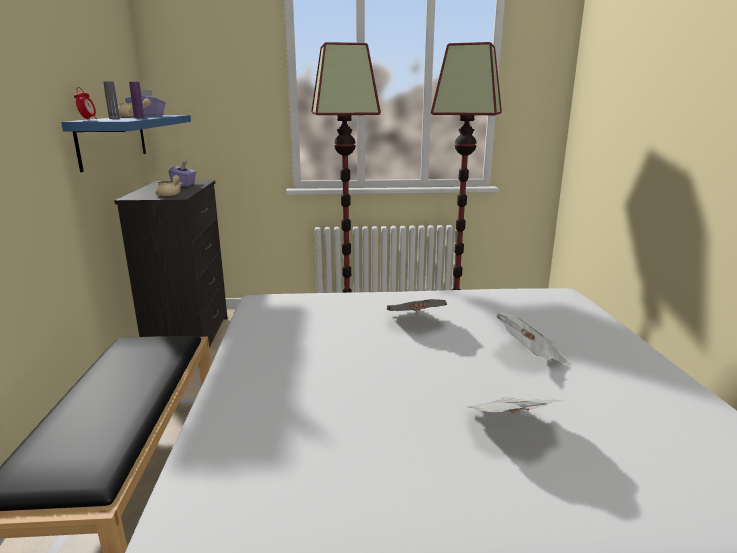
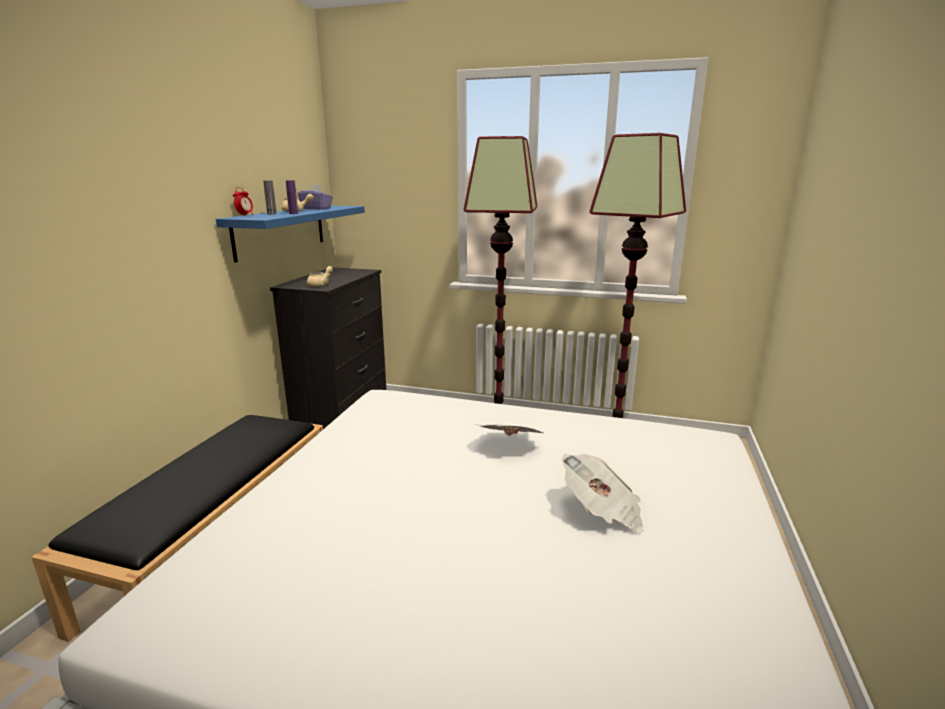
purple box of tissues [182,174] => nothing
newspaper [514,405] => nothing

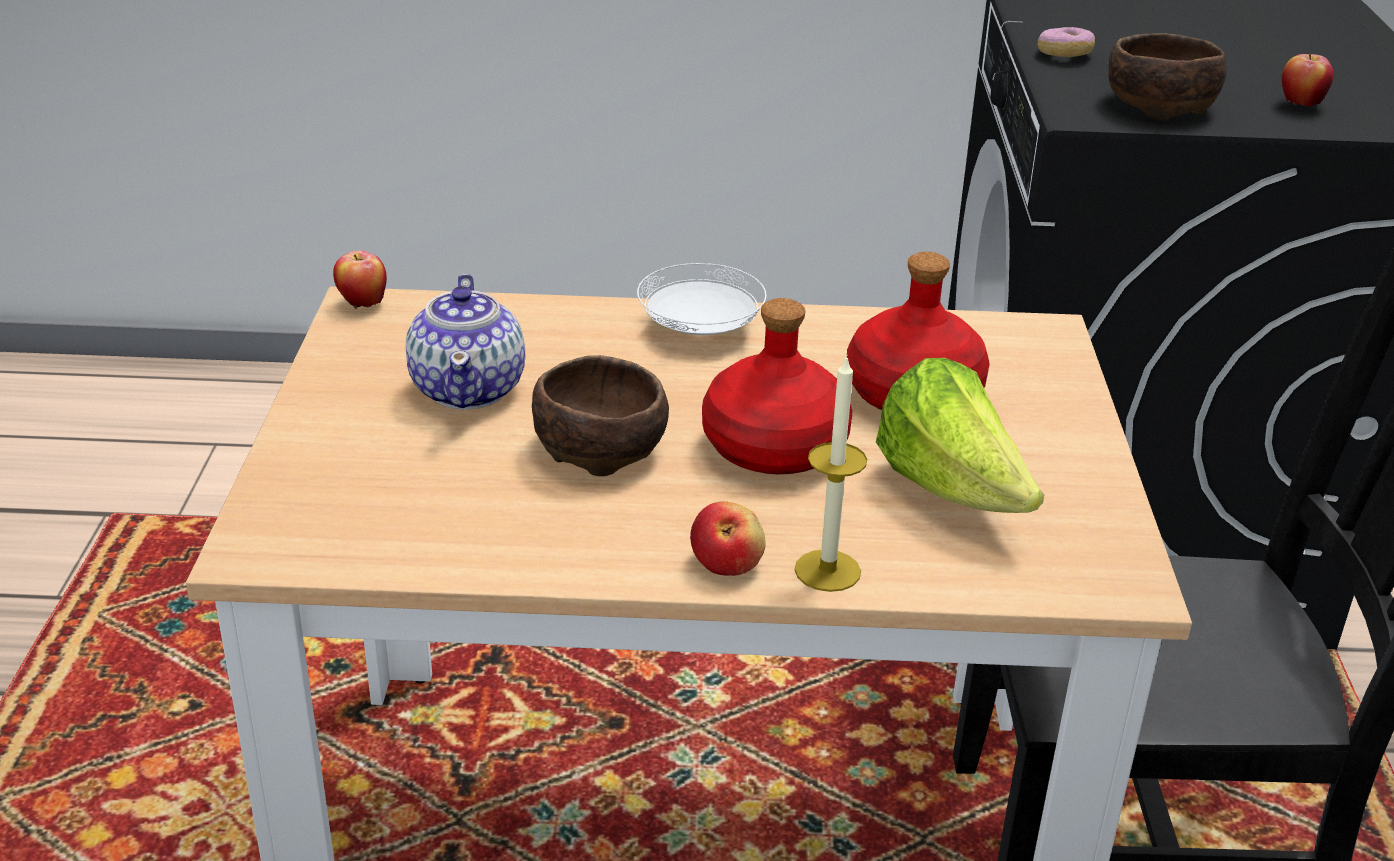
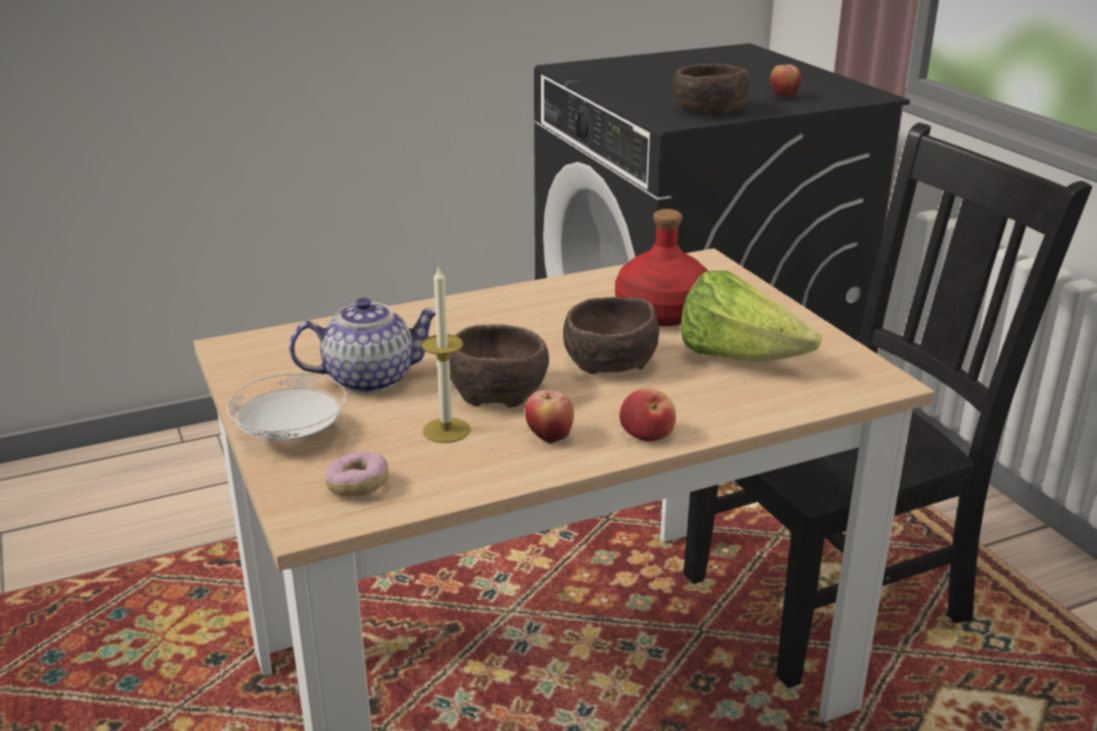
apple [360,280] => apple [549,417], relocated
white dinner plate [702,299] => white dinner plate [287,406], relocated
candle [831,474] => candle [446,354], relocated
ring doughnut [1066,42] => ring doughnut [357,474], relocated
red-coloured beverage bottle [777,386] => brown bowl [611,335]
teapot [465,342] => teapot [362,345], 75 degrees counterclockwise

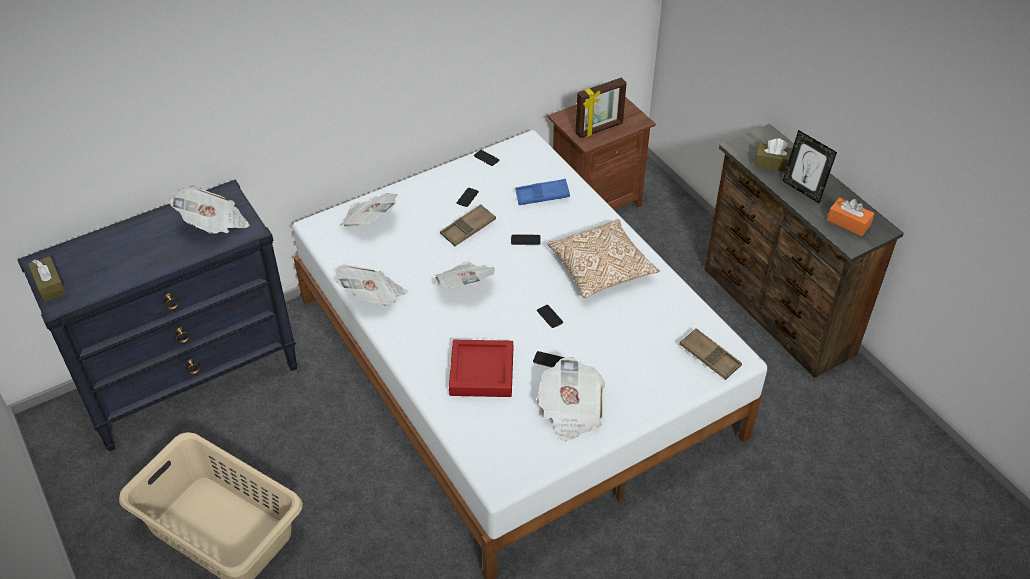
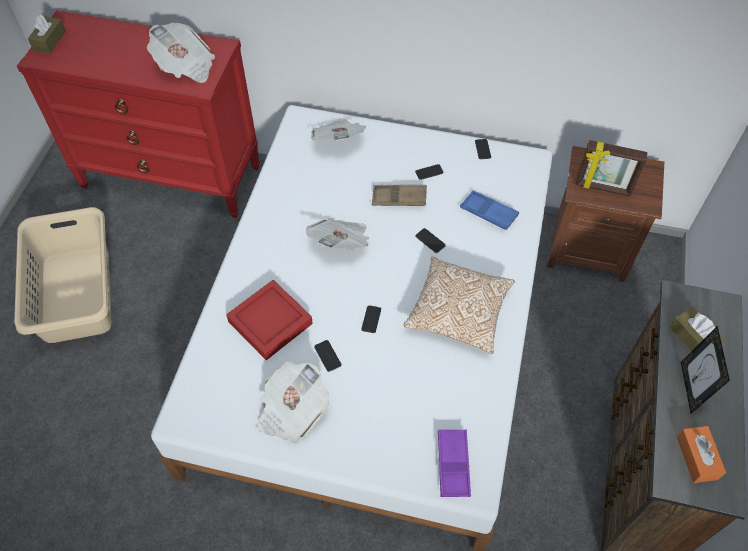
newspaper [372,285] => nothing
black chest of drawers [157,315] => red-coloured chest of drawers [138,114]
brown tray [711,354] => purple tray [454,463]

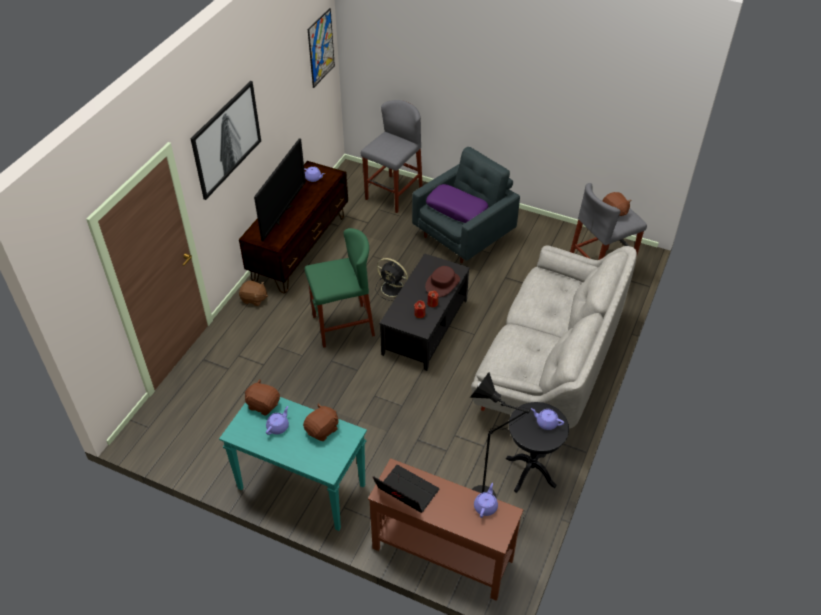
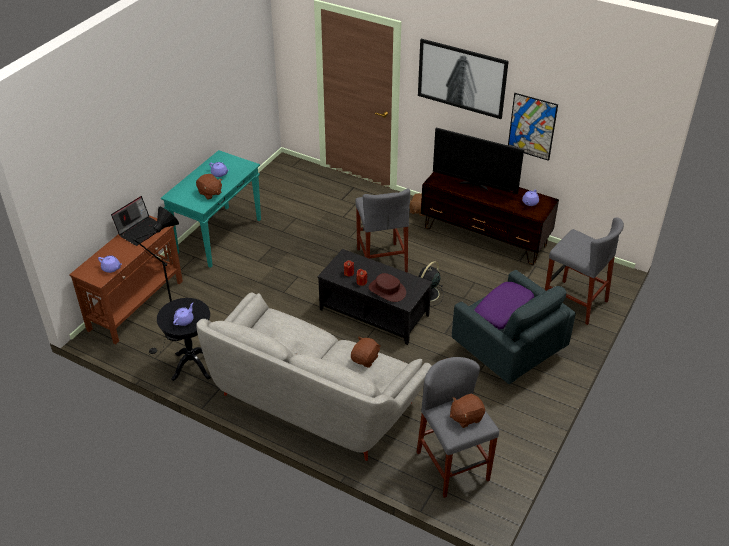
brown cuddly toy [262,397] => brown cuddly toy [366,352], relocated
picture [321,48] => picture [533,127], relocated
greenish stool [340,288] => greyish stool [382,230]

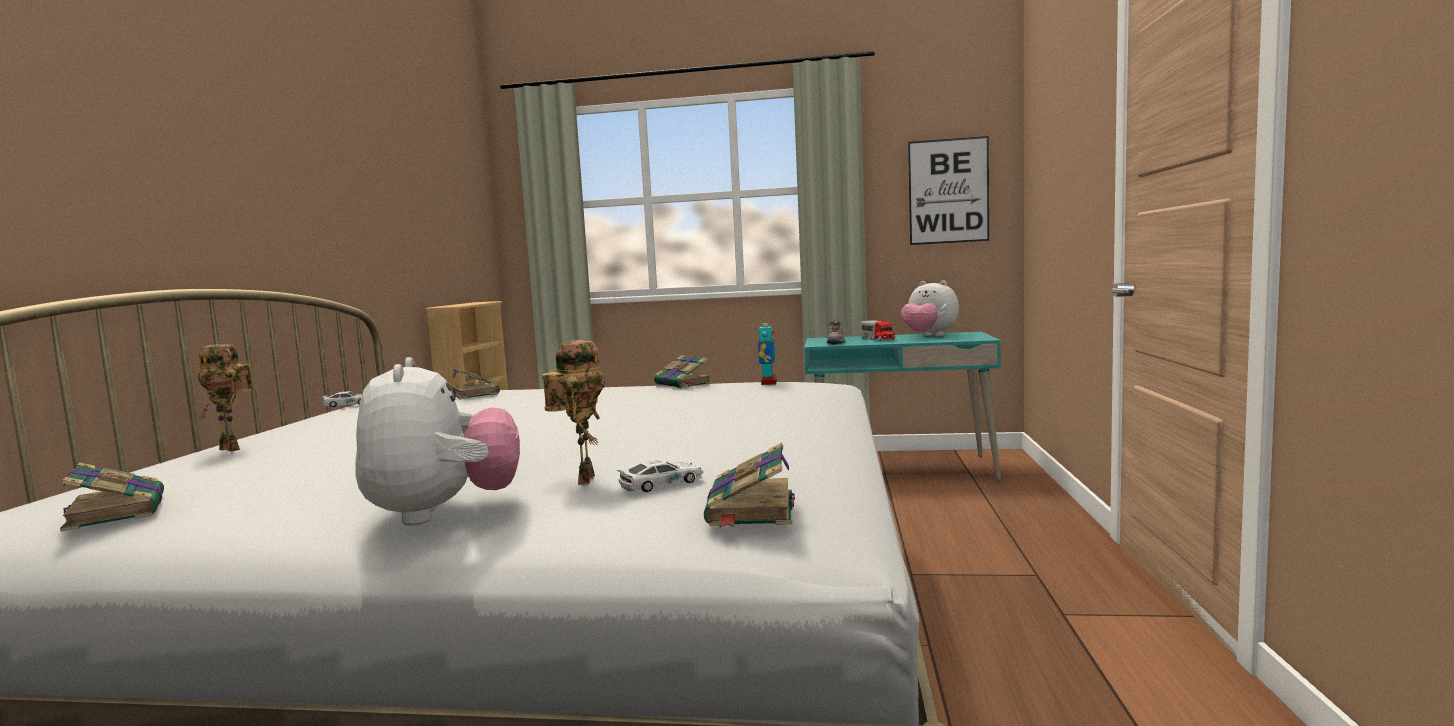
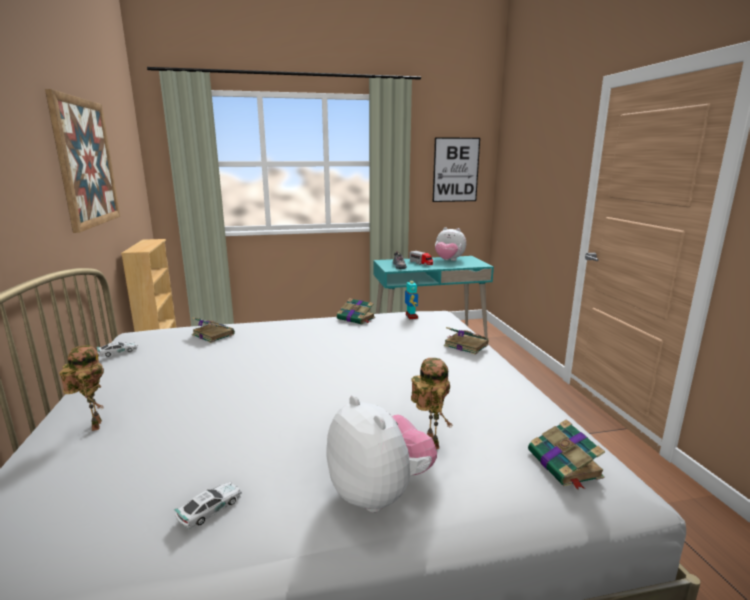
nothing => picture [82,161]
book [112,497] => book [466,341], relocated
model car [660,475] => model car [208,505], relocated
robot figure [225,397] => robot figure [81,388], 120 degrees counterclockwise

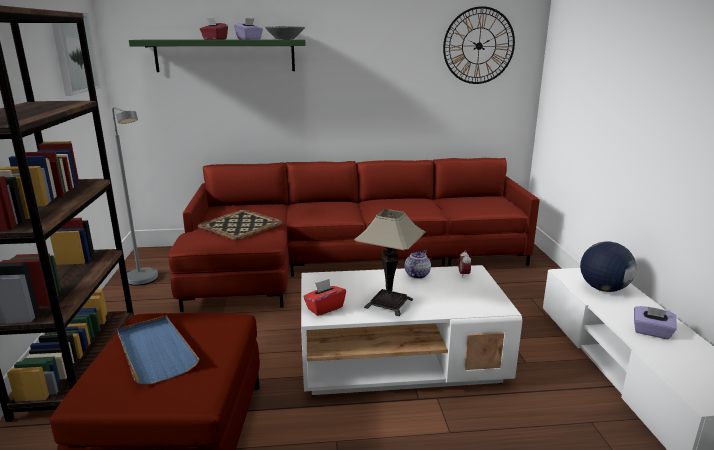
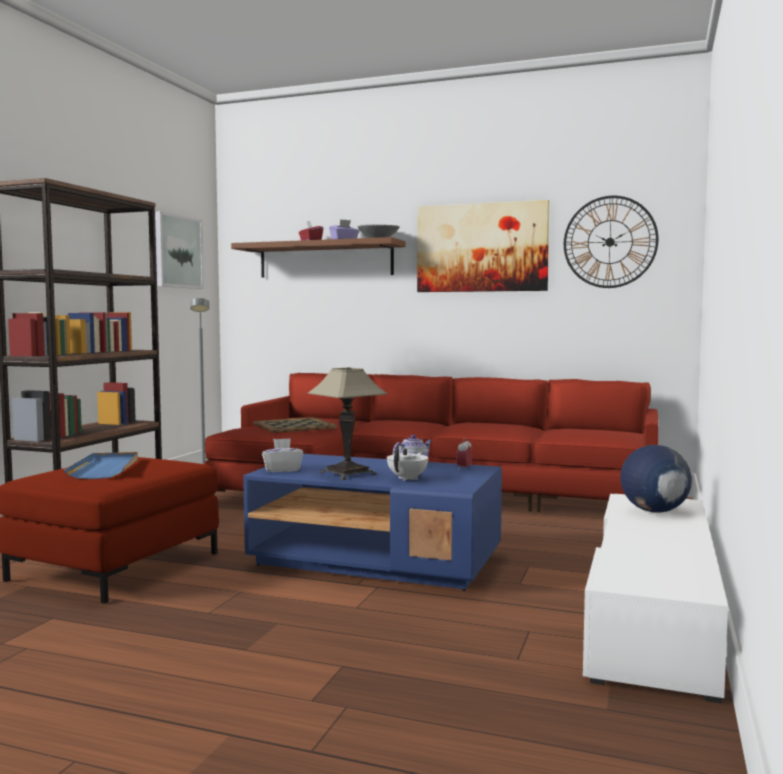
purple box of tissues [655,322] => nothing
nothing => white teapot [407,463]
nothing => picture [483,246]
greenish bracket shelf [217,55] => brown bracket shelf [318,257]
white low table [411,330] => bluish low table [372,522]
red-coloured box of tissues [324,297] => white box of tissues [282,455]

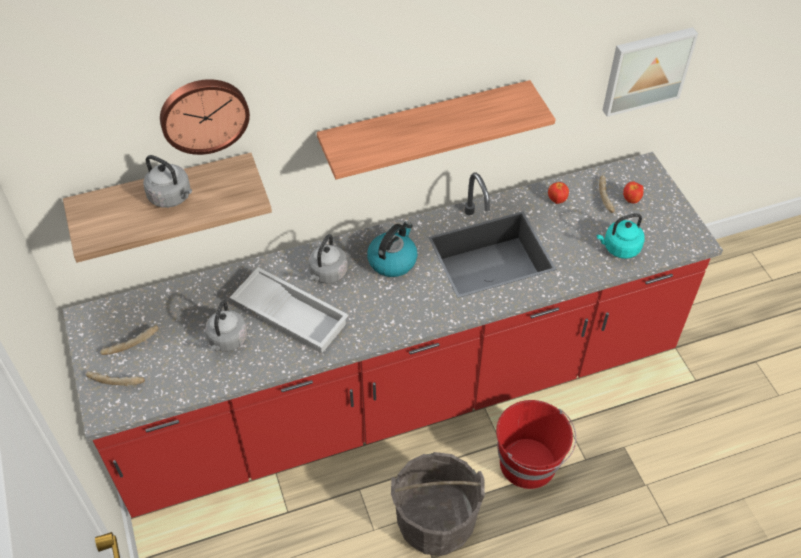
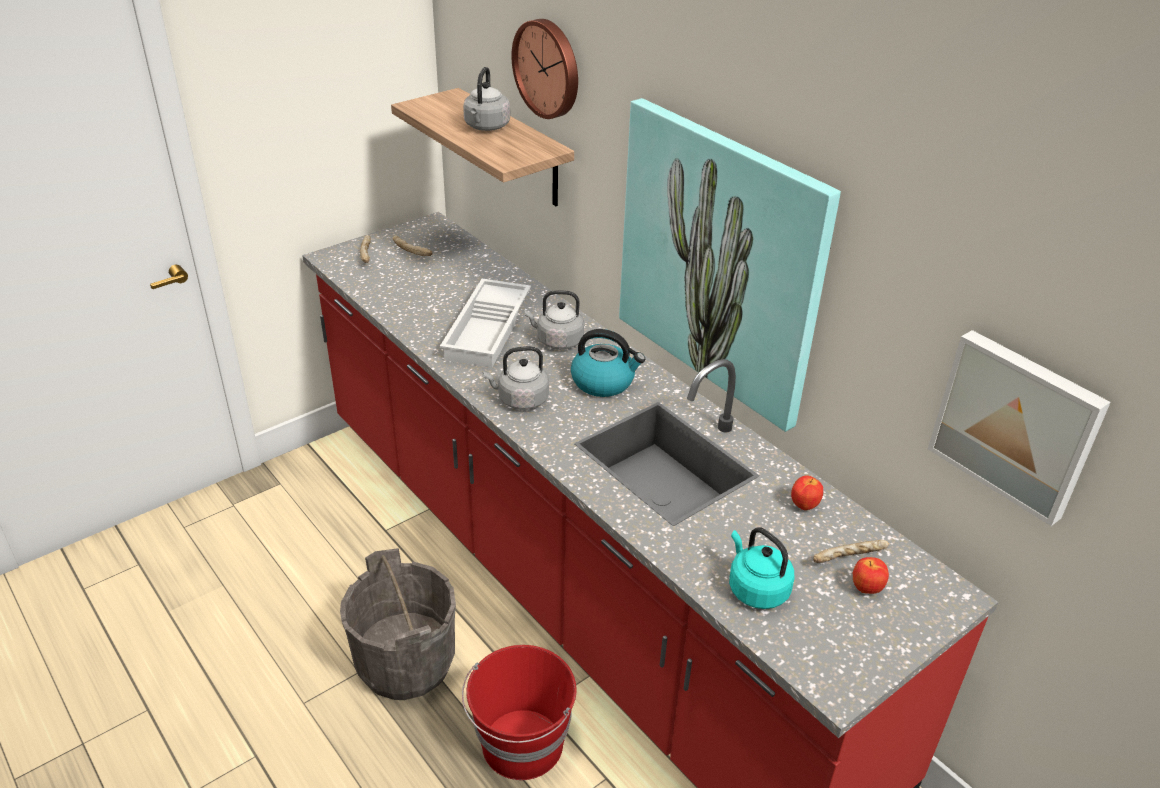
greyish tea kettle [226,326] => greyish tea kettle [516,378], relocated
bracket shelf [436,129] => picture [730,265]

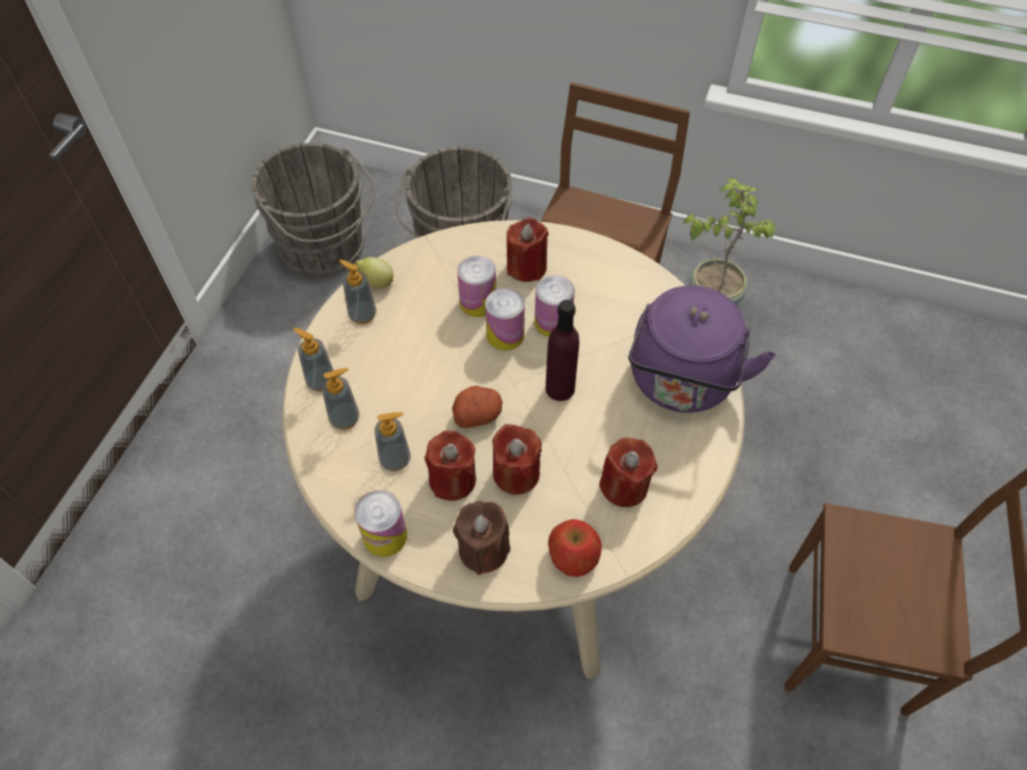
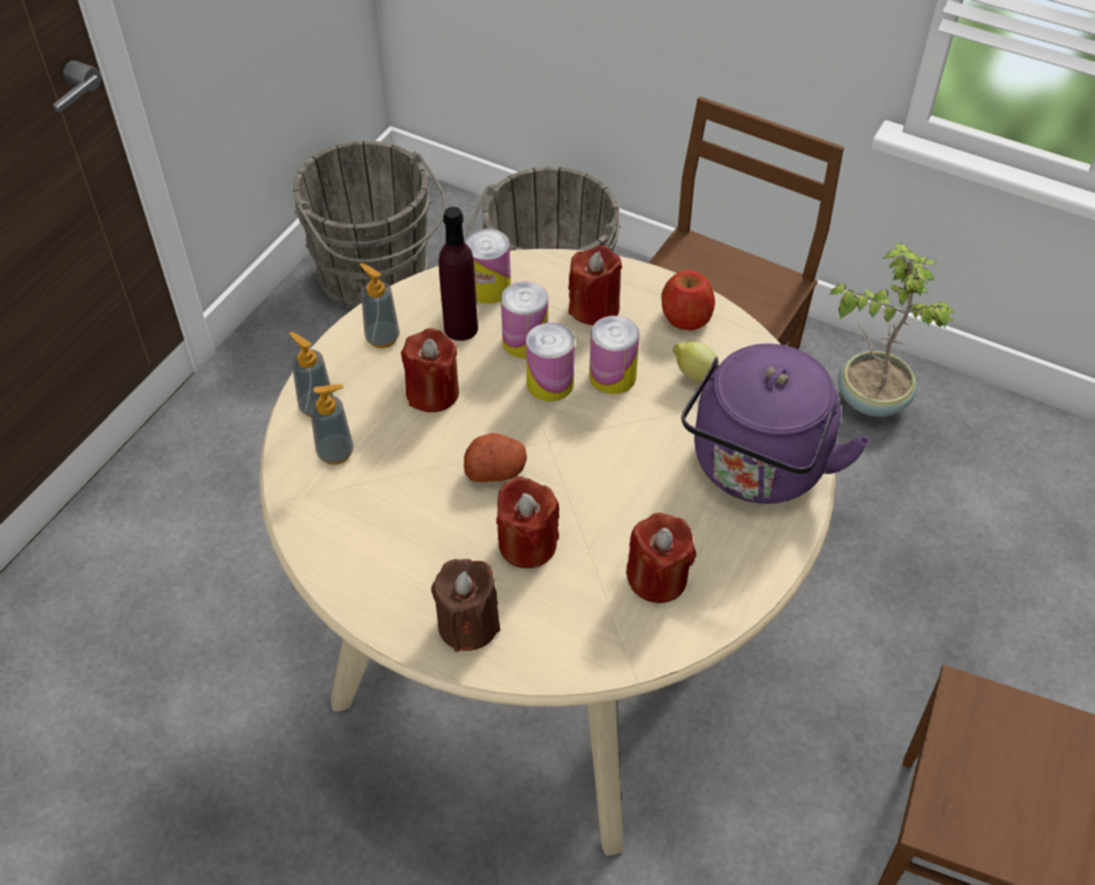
liquid soap bottle [393,441] => nothing
citrus fruit [374,272] => citrus fruit [696,362], relocated
sealed can [381,523] => sealed can [487,266], relocated
red-coloured candle [450,465] => red-coloured candle [430,370], relocated
purple beverage bottle [562,350] => purple beverage bottle [458,274], relocated
apple [575,548] => apple [688,300], relocated

